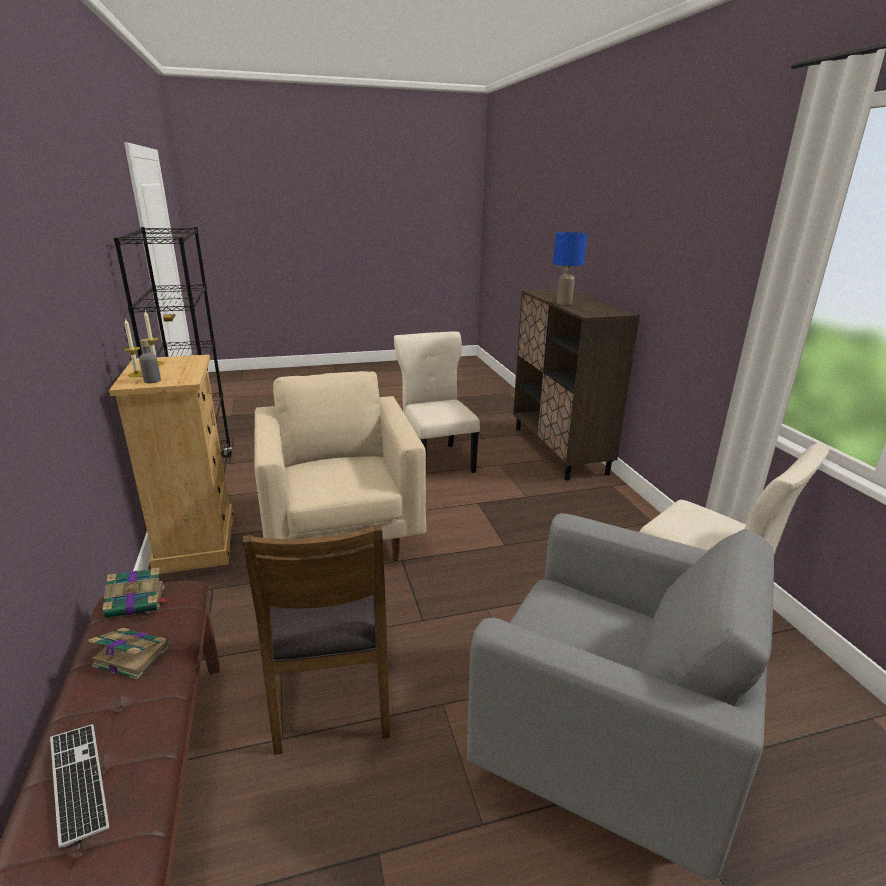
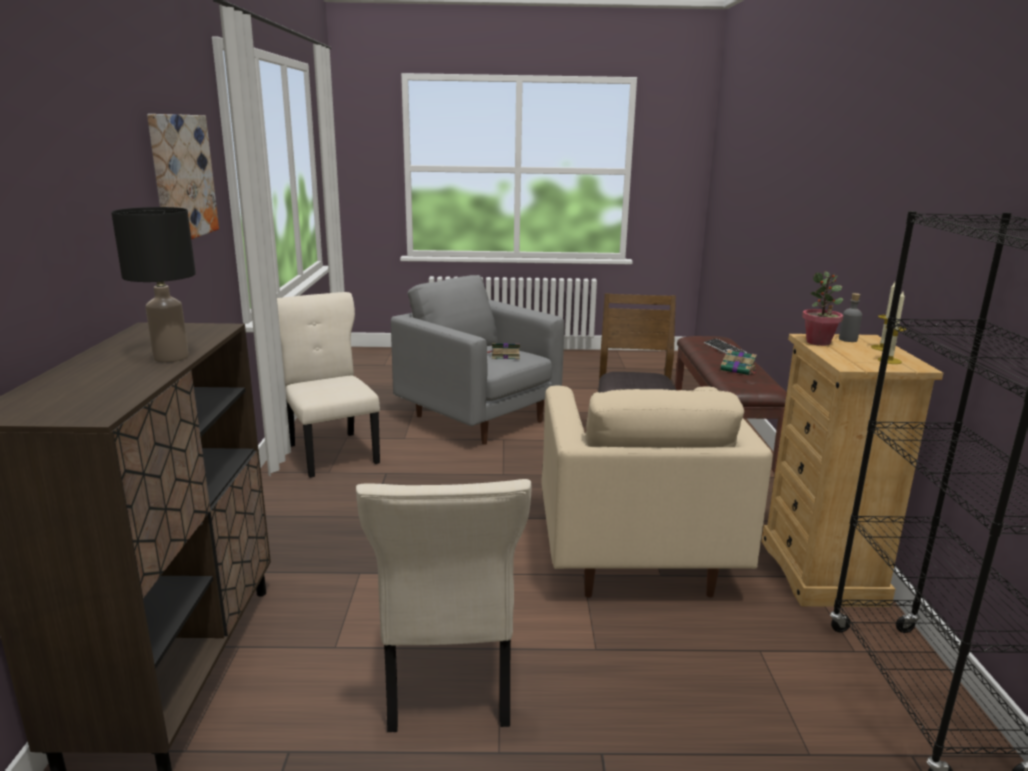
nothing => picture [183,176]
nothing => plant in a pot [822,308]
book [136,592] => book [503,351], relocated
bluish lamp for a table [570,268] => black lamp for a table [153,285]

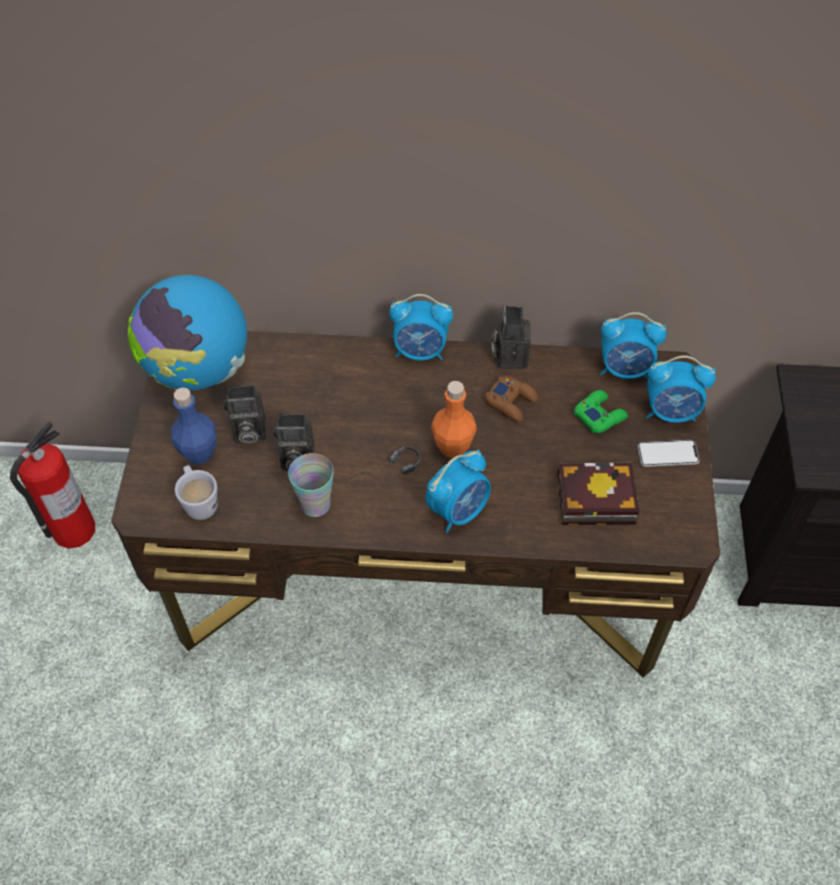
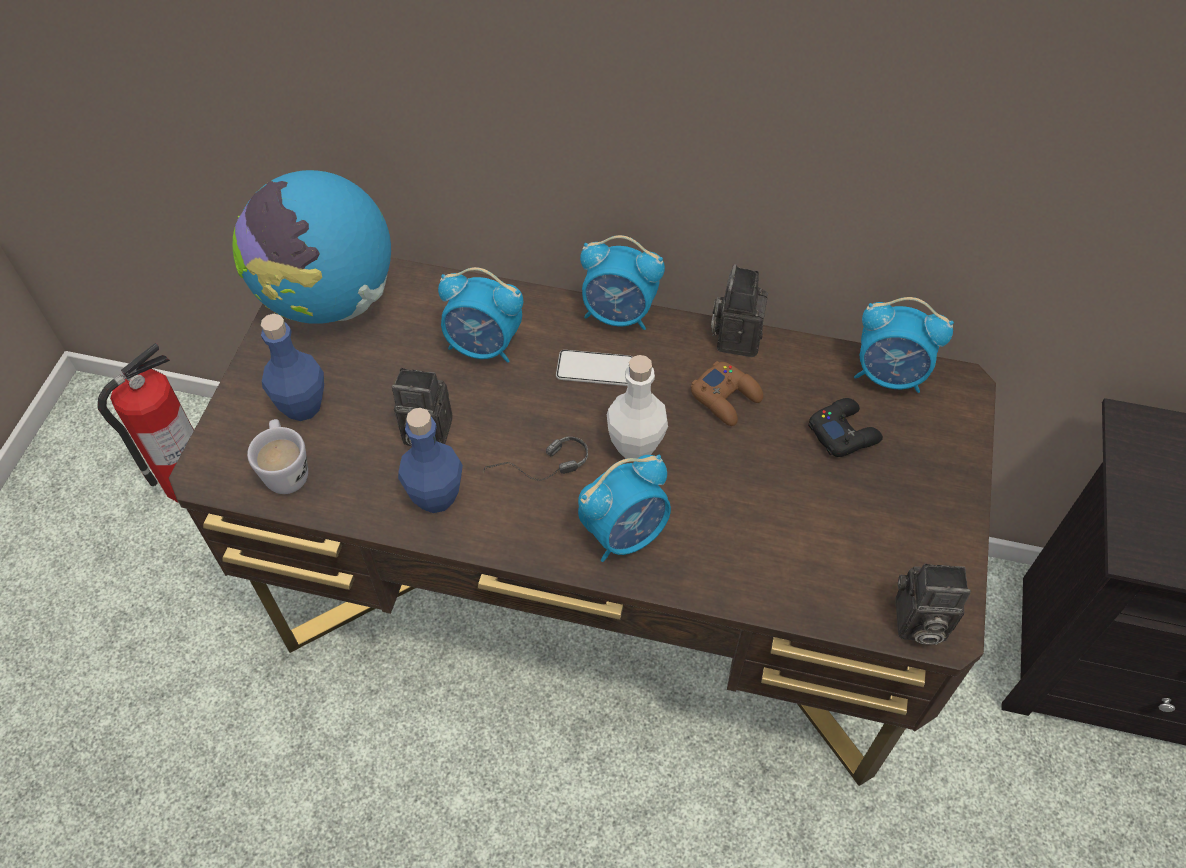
book [598,494] => nothing
photo camera [244,414] => photo camera [933,604], relocated
handset [668,453] => handset [594,368], relocated
bedside clock [681,389] => bedside clock [480,315], relocated
cup [310,485] => bluish beverage bottle [430,460]
orange beverage bottle [454,419] => white beverage bottle [637,407]
greenish joypad [601,411] => black joypad [845,427]

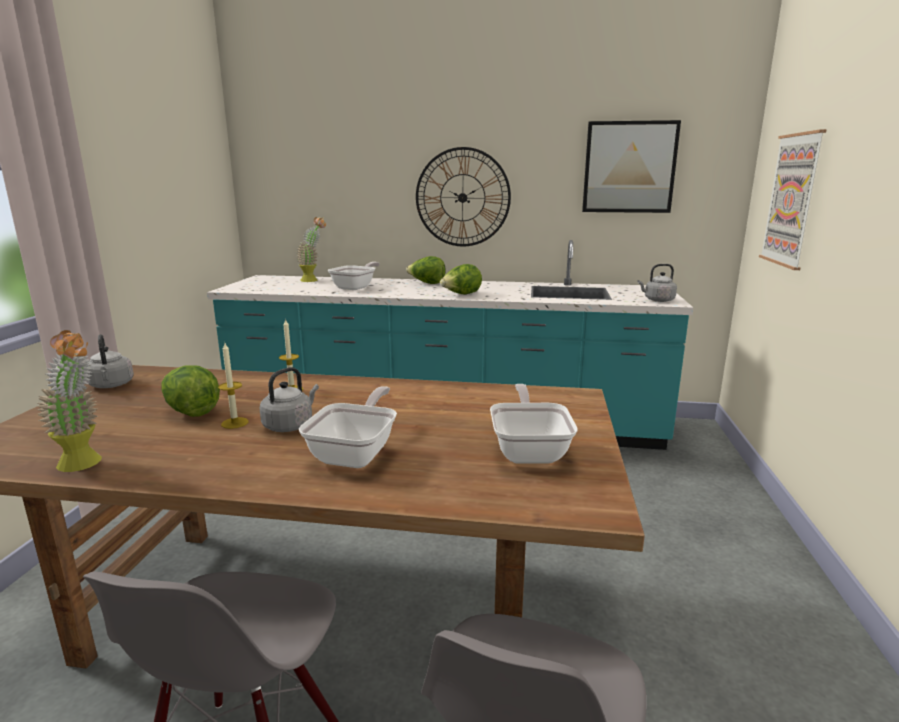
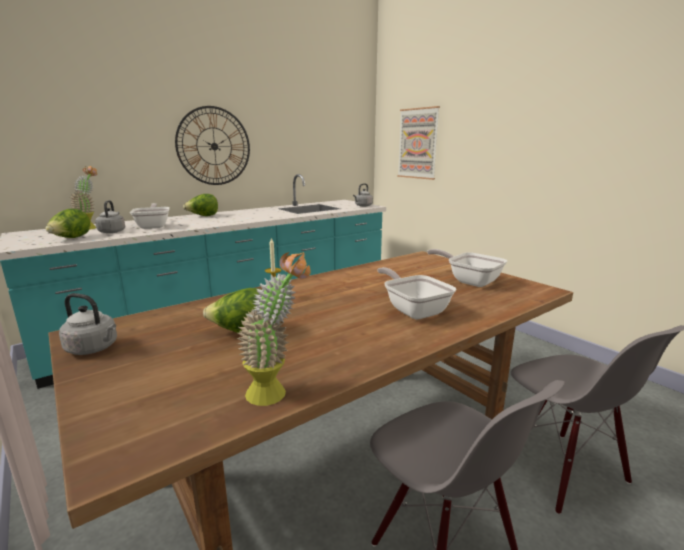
candle [233,386] => nothing
picture [631,166] => nothing
greyish tea kettle [289,399] => greyish tea kettle [110,216], relocated
head of lettuce [461,279] => head of lettuce [67,223], relocated

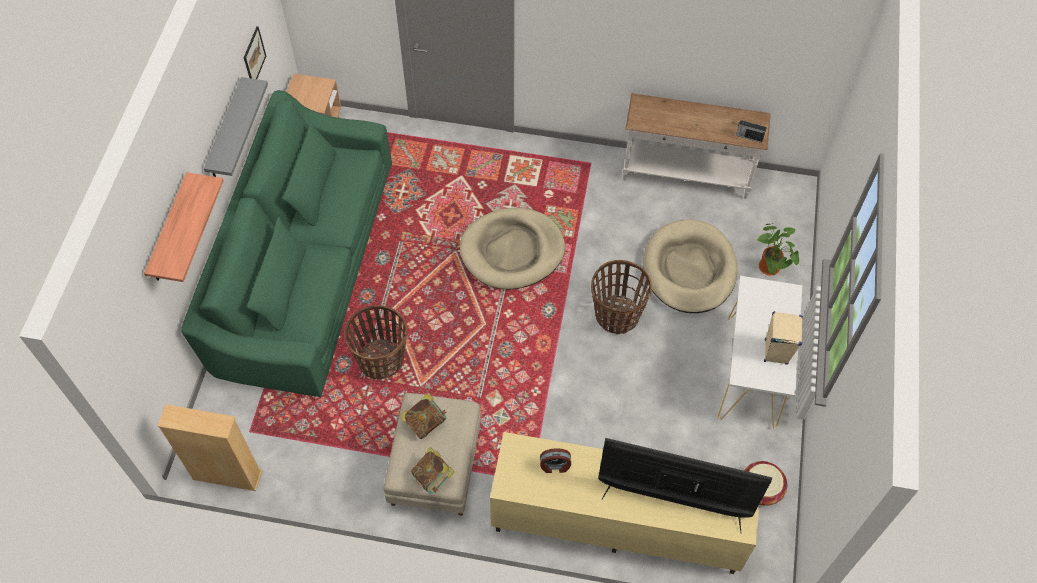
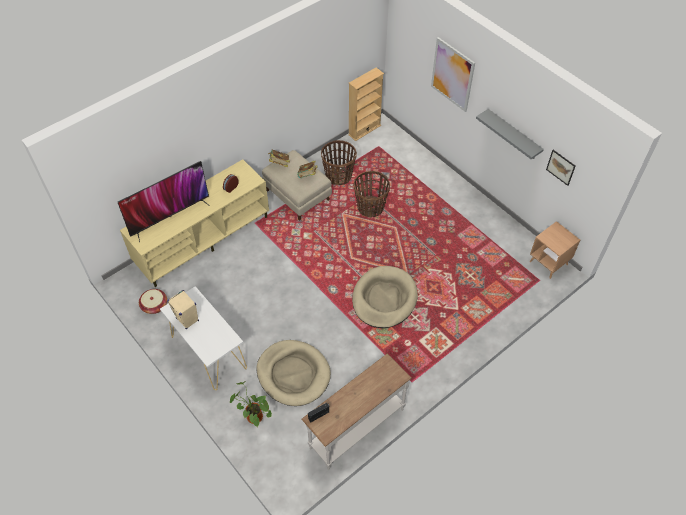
greenish couch [286,243] => nothing
basket [621,297] => basket [339,162], relocated
bracket shelf [184,227] => picture [453,74]

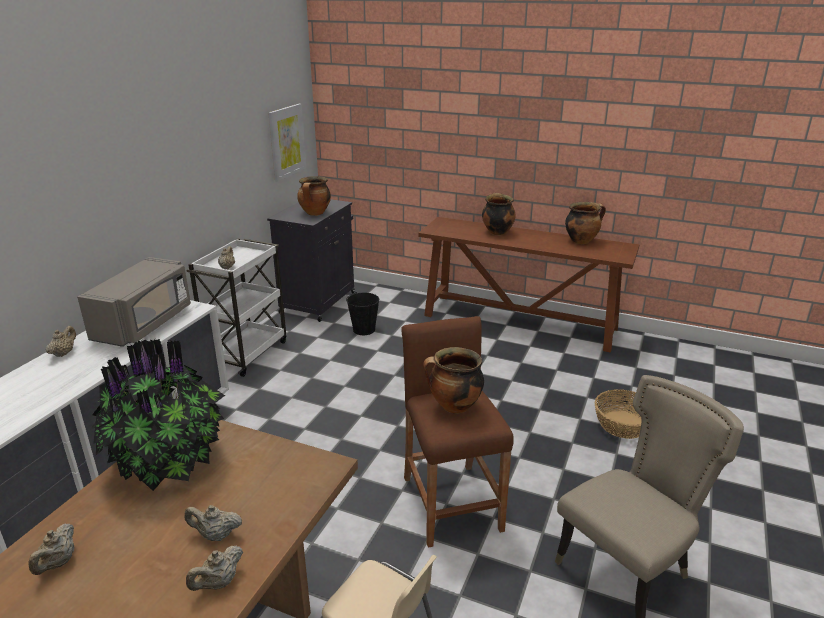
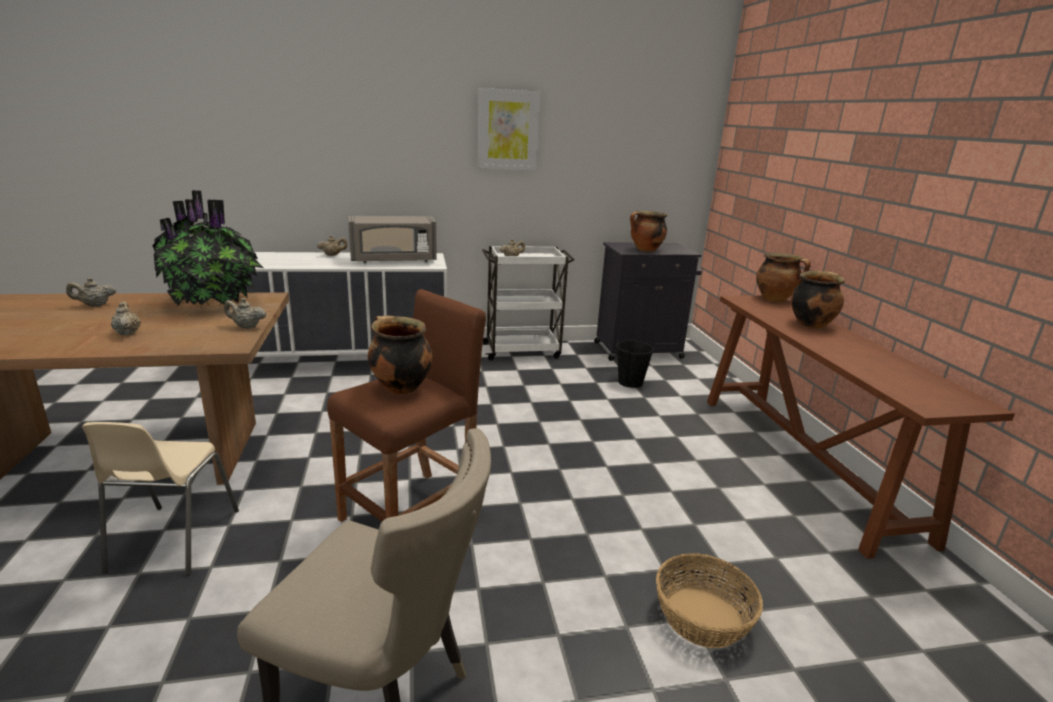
sand-coloured teapot [214,568] => sand-coloured teapot [245,313], relocated
picture [287,143] => picture [509,129], relocated
saucepot [585,223] => saucepot [783,277], relocated

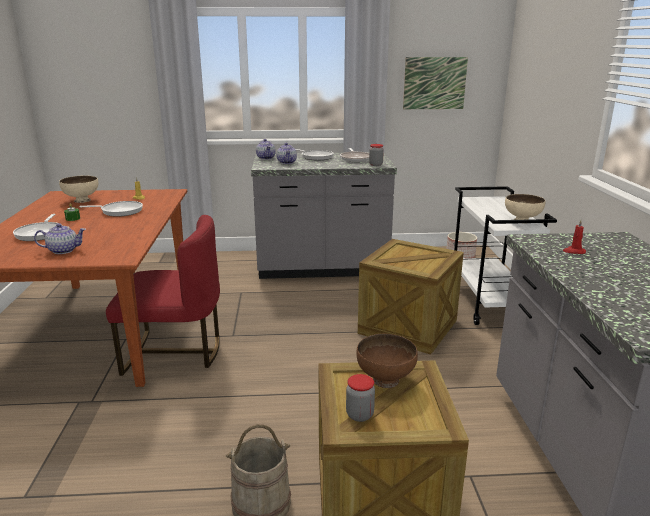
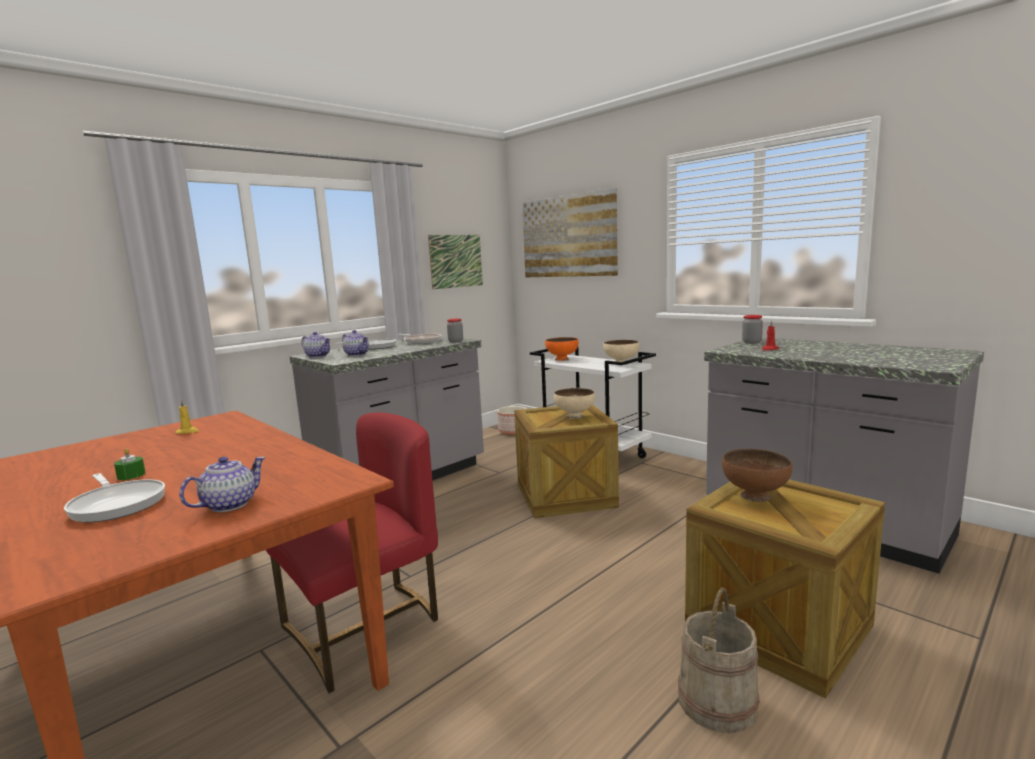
pan [111,209] => nothing
nothing => picture [570,232]
nothing => orange bowl [561,349]
sand-coloured bowl [79,189] => sand-coloured bowl [574,403], relocated
preserve jar [360,398] => preserve jar [752,329], relocated

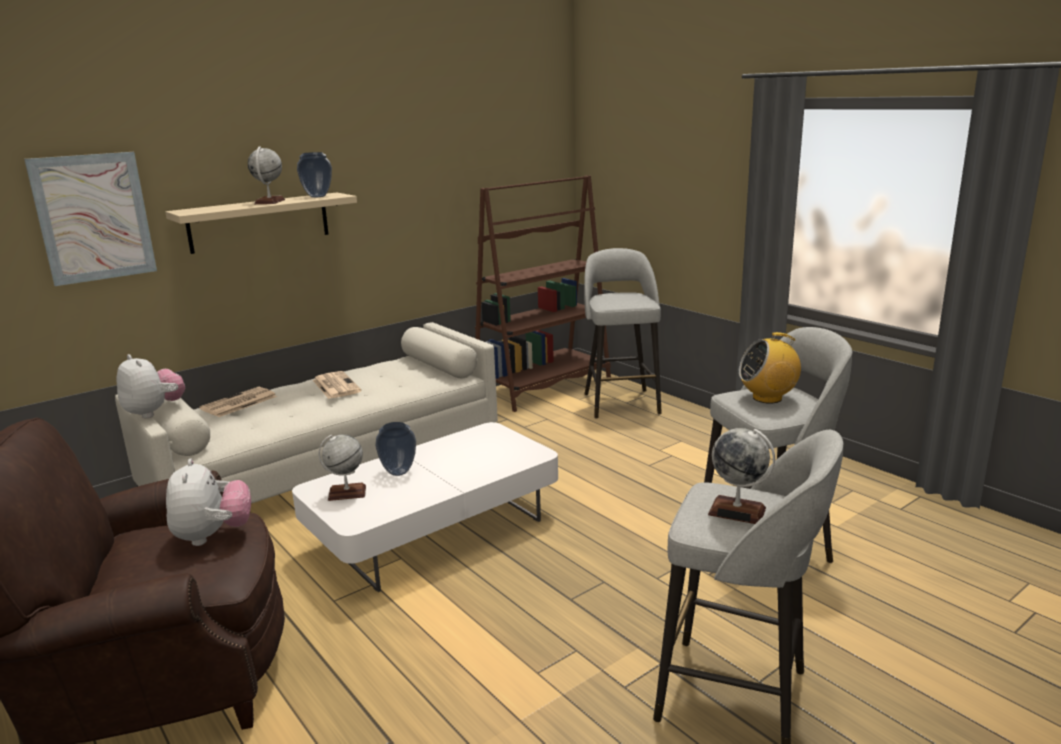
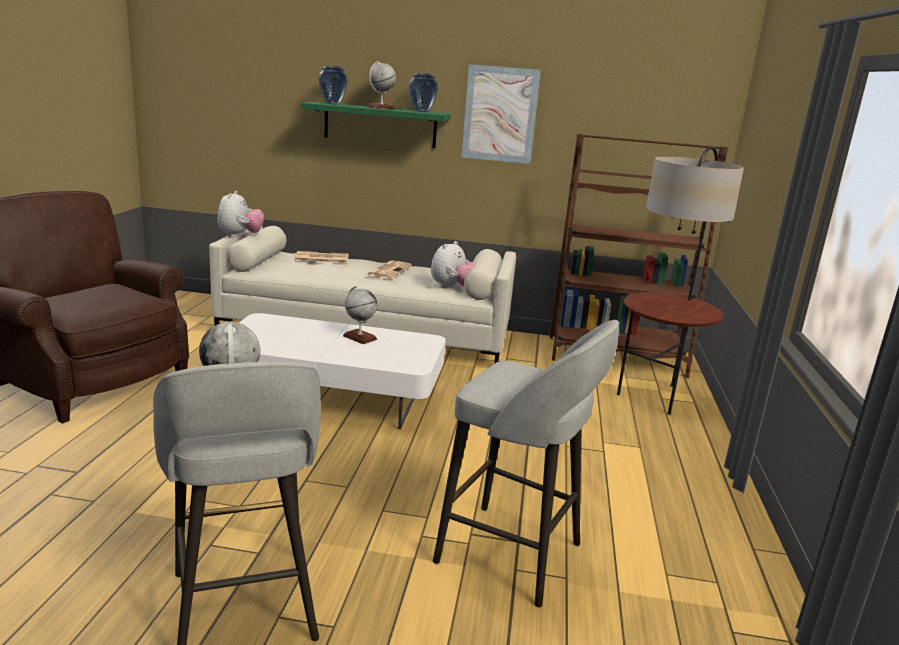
radio set [770,368] => nothing
picture [90,219] => picture [501,114], relocated
cuddly toy [208,502] => cuddly toy [453,264], relocated
world globe [342,468] => world globe [360,315], relocated
flower vase [395,449] => flower vase [333,85], relocated
greyish stool [623,333] => standard lamp [680,280]
sand-coloured bracket shelf [261,223] => greenish bracket shelf [376,125]

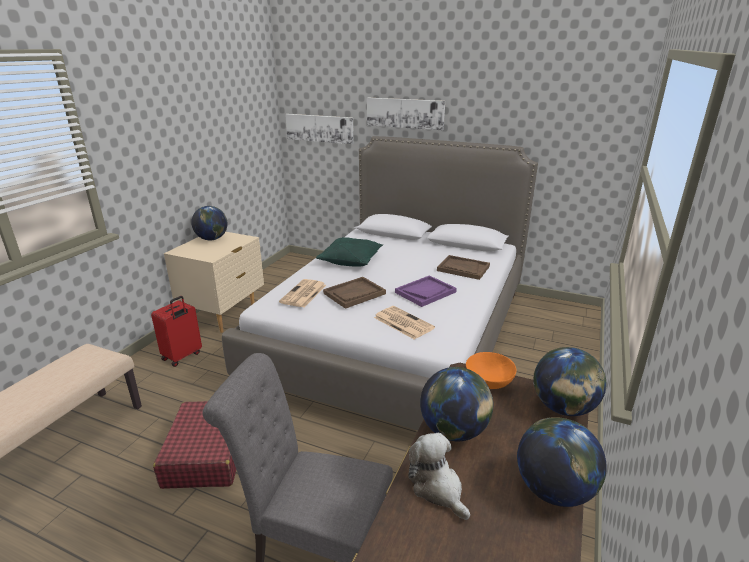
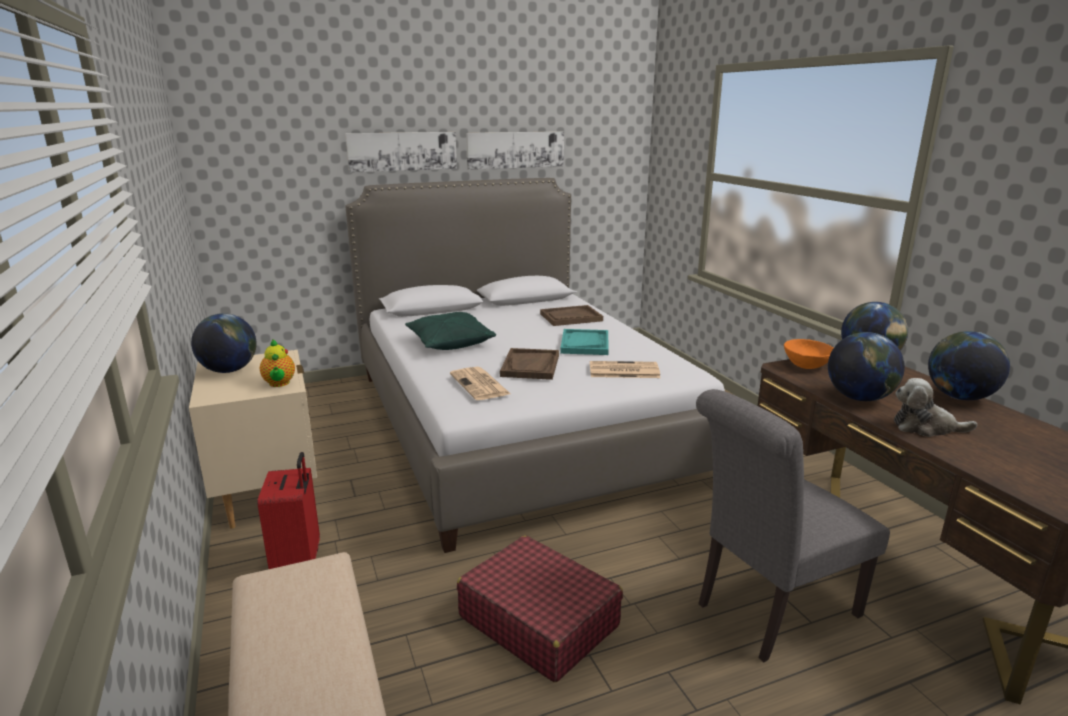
nothing => teapot [277,363]
picture [319,129] => picture [515,150], relocated
purple tray [426,291] => turquoise tray [584,342]

